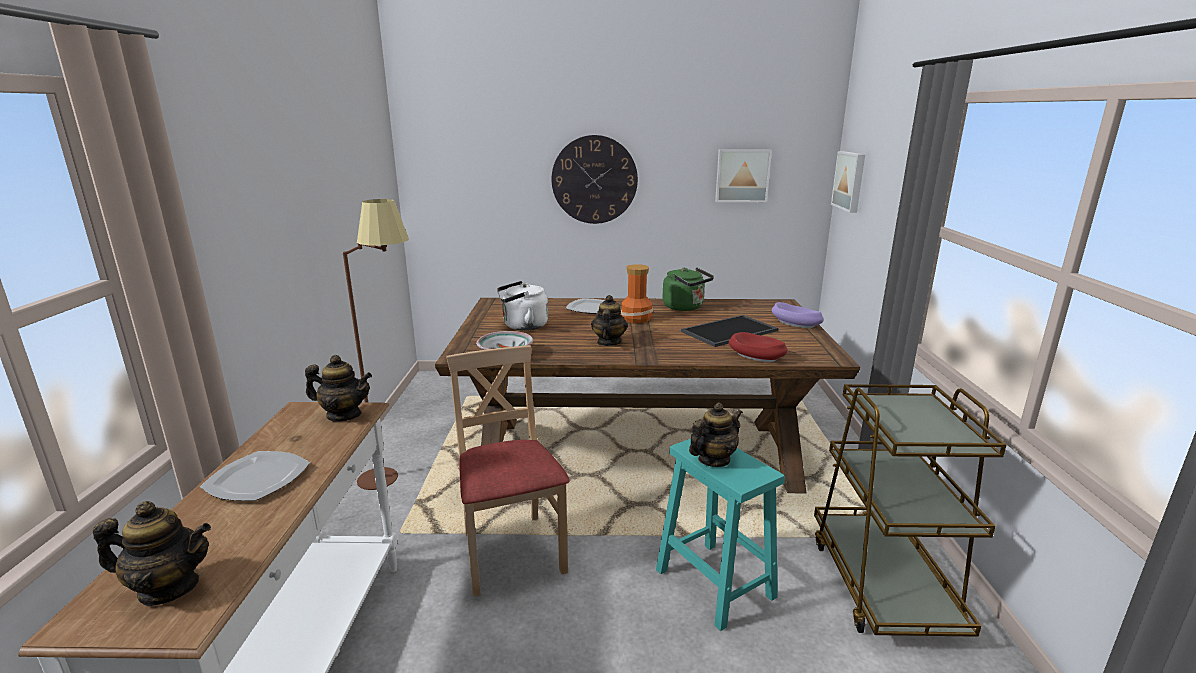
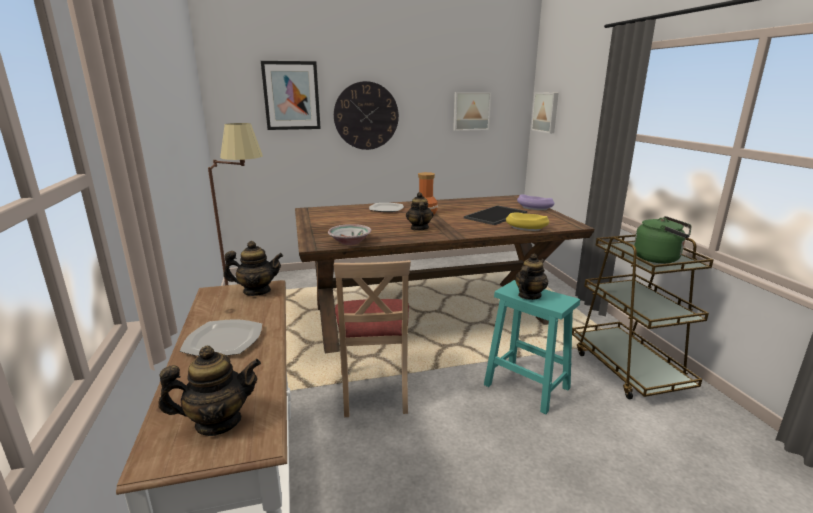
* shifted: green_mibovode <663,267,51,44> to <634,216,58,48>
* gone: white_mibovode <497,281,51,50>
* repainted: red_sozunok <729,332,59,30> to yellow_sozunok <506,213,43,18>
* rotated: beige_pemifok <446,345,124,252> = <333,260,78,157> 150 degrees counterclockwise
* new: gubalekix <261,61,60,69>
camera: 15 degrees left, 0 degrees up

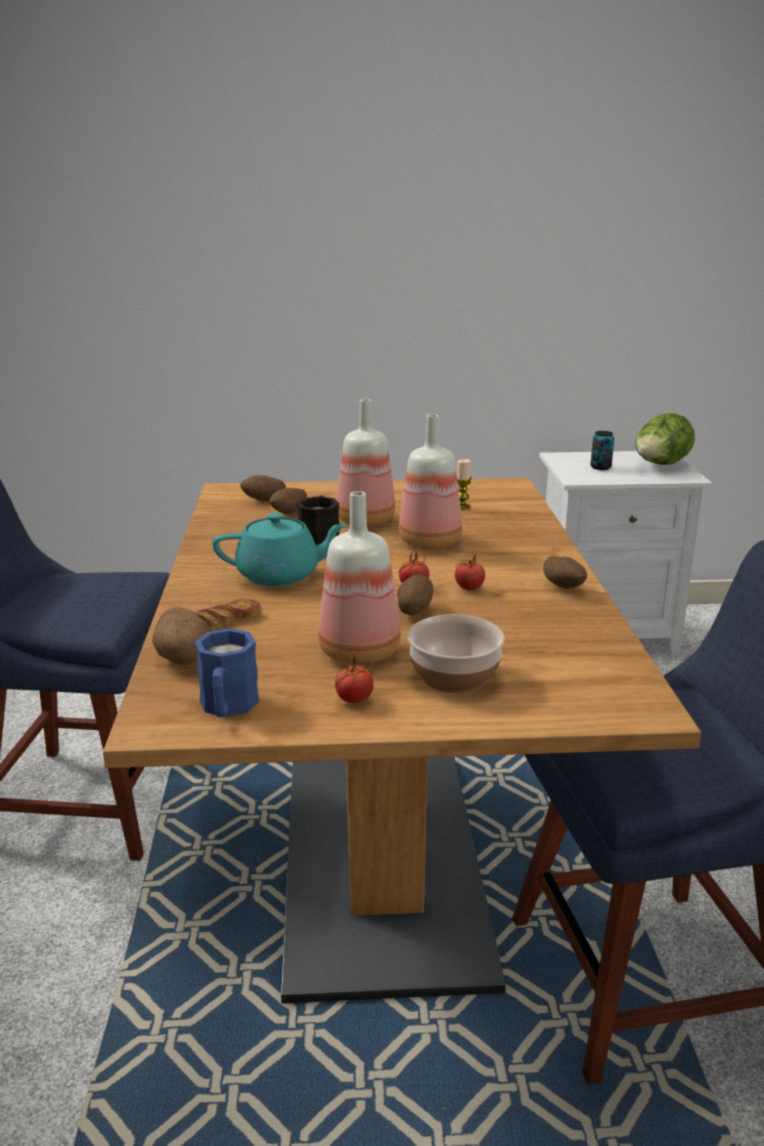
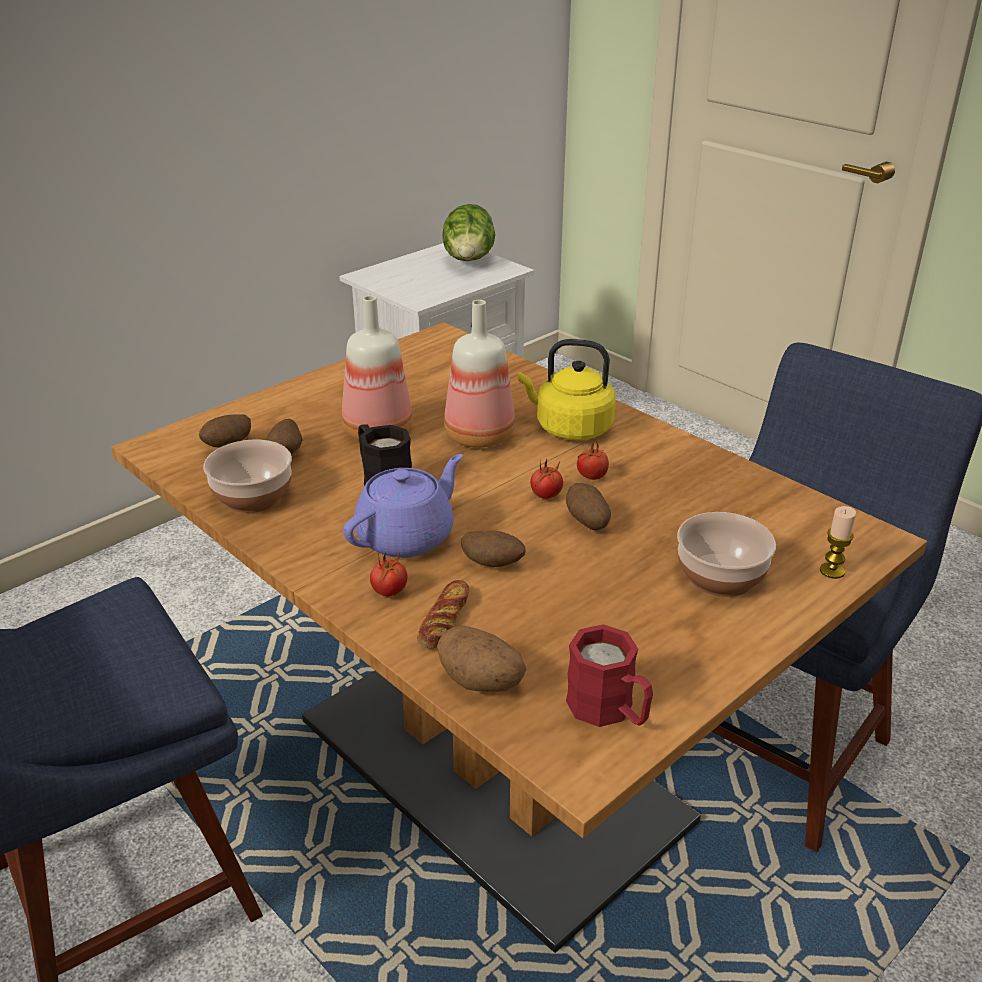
* gone: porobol <590,431,24,39>
* shifted: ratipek <457,459,15,51> to <820,506,36,73>
* gone: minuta <318,491,83,174>
* repainted: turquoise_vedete <212,513,136,73> to purple_vedete <343,454,120,104>
* shifted: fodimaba <543,556,44,33> to <461,530,65,37>
* repainted: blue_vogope <195,628,64,90> to red_vogope <566,624,87,103>
* shifted: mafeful <335,655,38,48> to <370,552,38,44>
* new: yellow_mibovode <518,339,98,102>
* new: sozunok <203,439,89,74>
camera: 40 degrees left, 10 degrees up

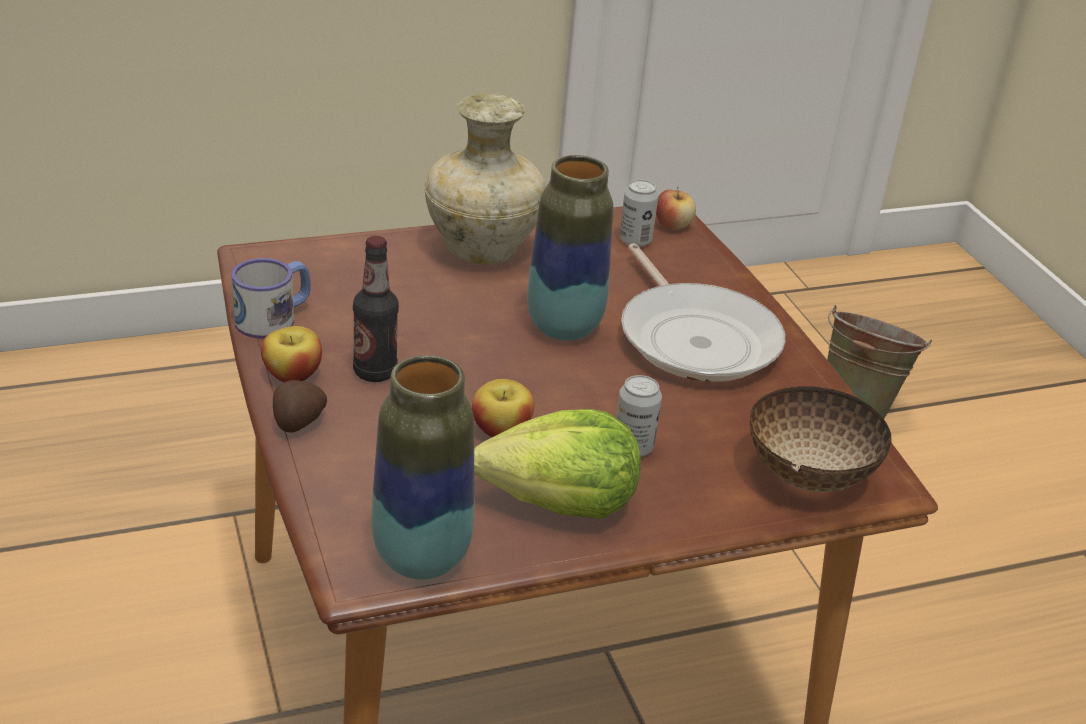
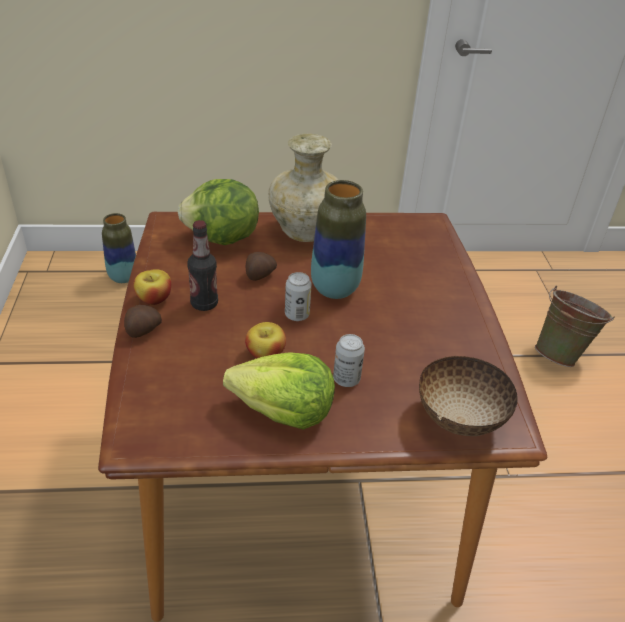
* shifted: porobol <619,180,40,67> to <285,272,27,49>
* gone: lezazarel <656,187,40,43>
* gone: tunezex <621,244,164,138>
* gone: vogope <231,258,80,81>
* shifted: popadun <371,355,104,224> to <102,213,34,70>
* new: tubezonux <177,179,82,66>
* new: fodimaba <246,252,31,29>
camera: 15 degrees right, 5 degrees up

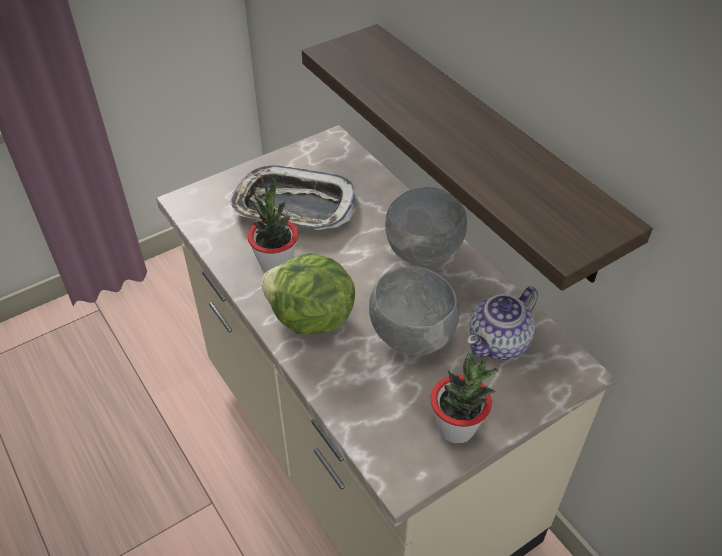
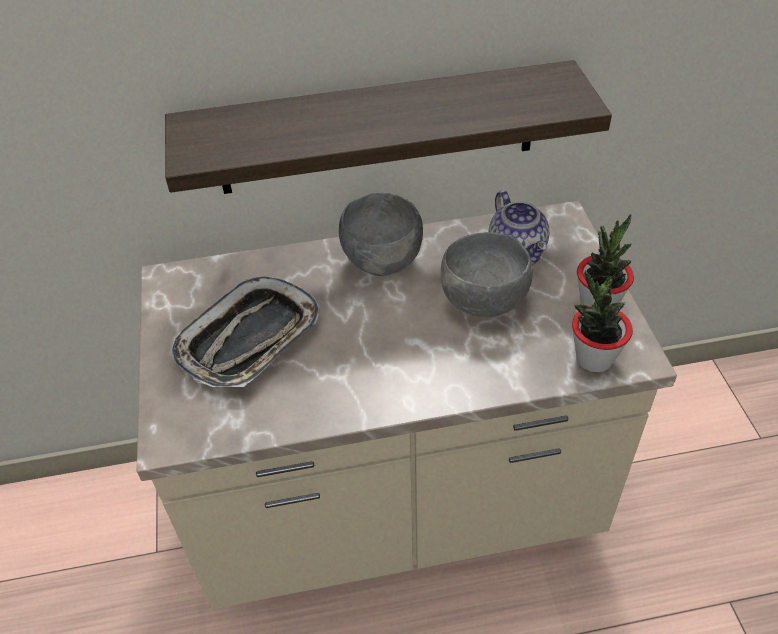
* shifted: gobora <248,177,50,96> to <572,270,61,102>
* gone: tubezonux <261,254,94,80>
camera: 65 degrees left, 0 degrees up

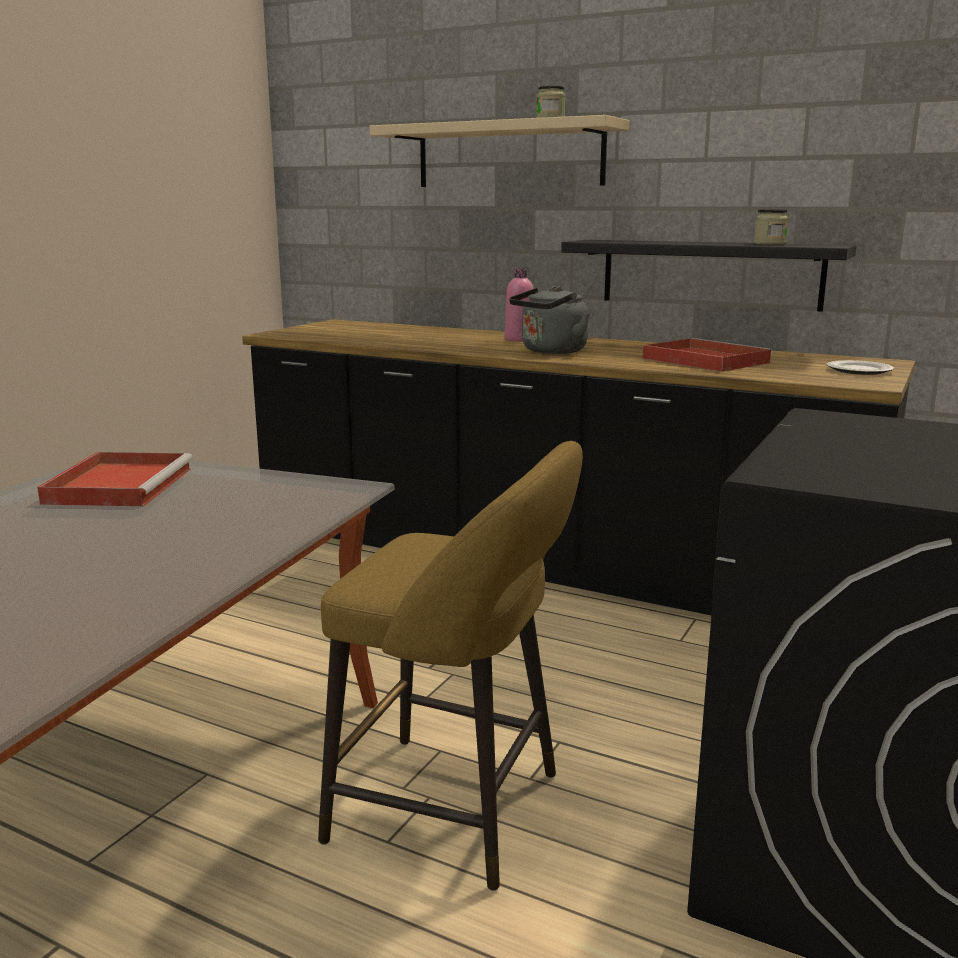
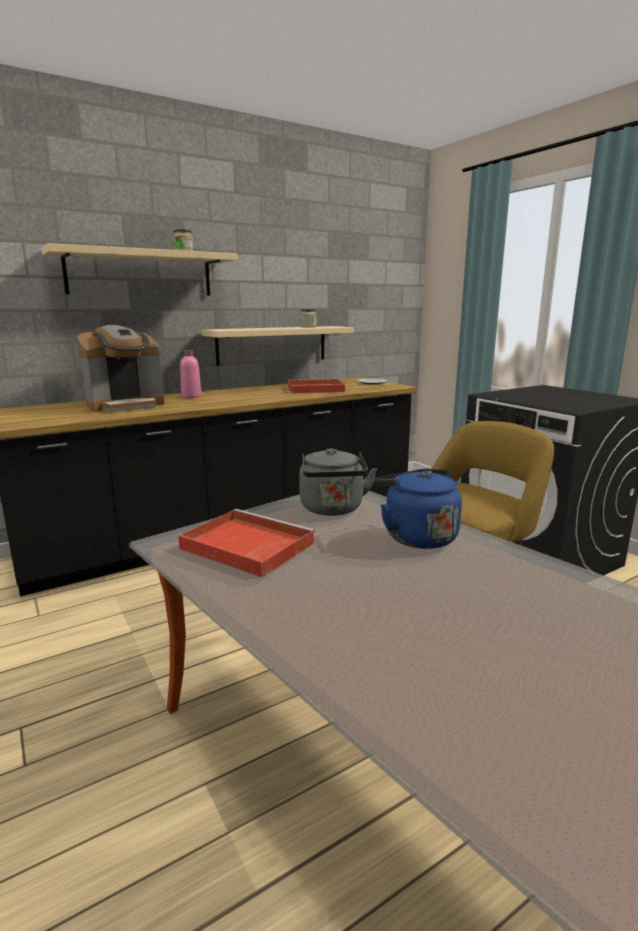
* repainted: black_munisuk <561,240,296,72> to beige_munisuk <202,326,152,40>
* shifted: grey_mibovode <509,286,81,68> to <299,448,78,68>
* new: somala <77,325,87,87>
* new: blue_mibovode <374,469,88,80>
camera: 60 degrees left, 0 degrees up

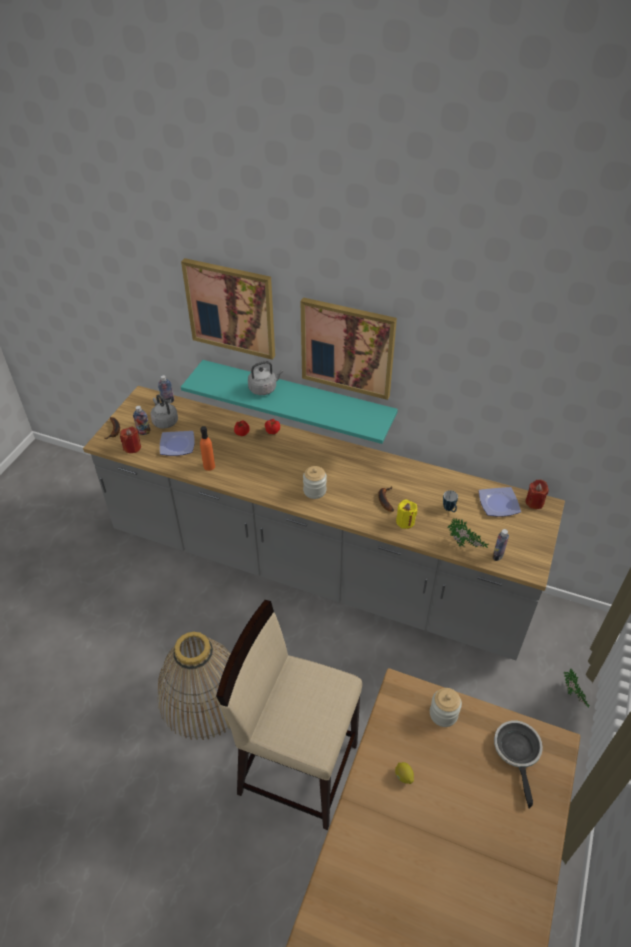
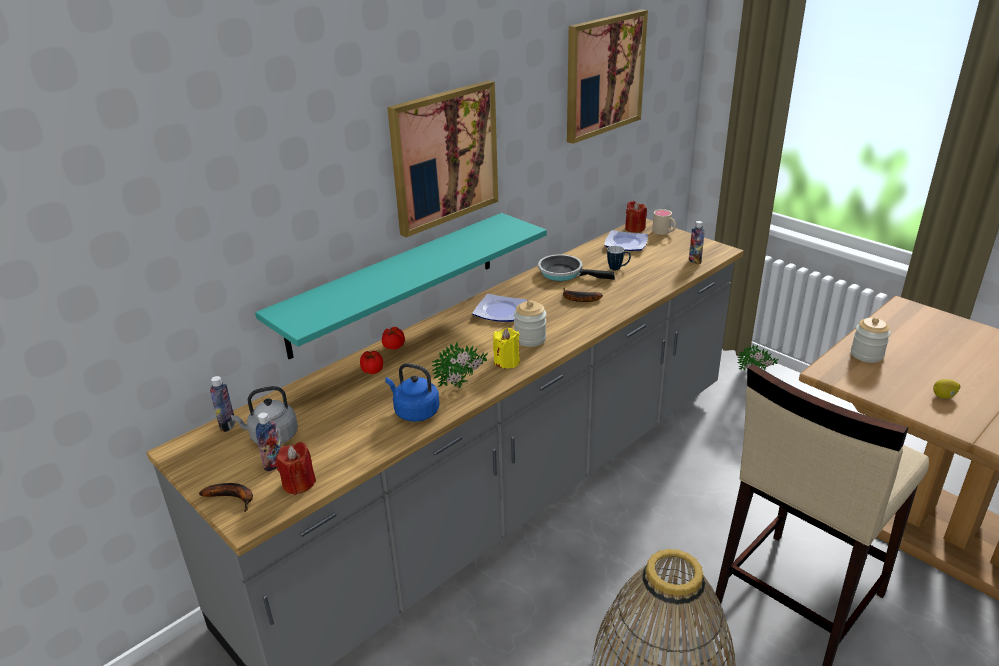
* shifted: gubalekix <181,258,94,102> to <567,9,81,135>
* gone: grey_mibovode <248,361,36,34>
* swapped: orange_minuta <200,426,15,45> to blue_mibovode <385,363,54,59>
* shifted: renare <160,431,35,25> to <472,294,55,28>
* shifted: yellow_ratipek <396,500,22,29> to <493,328,27,40>
* shifted: gobora <447,518,41,30> to <432,342,56,46>
* shifted: tunezex <494,721,49,87> to <538,254,77,27>
* new: beige_vogope <652,209,24,26>
camera: 65 degrees left, 15 degrees down

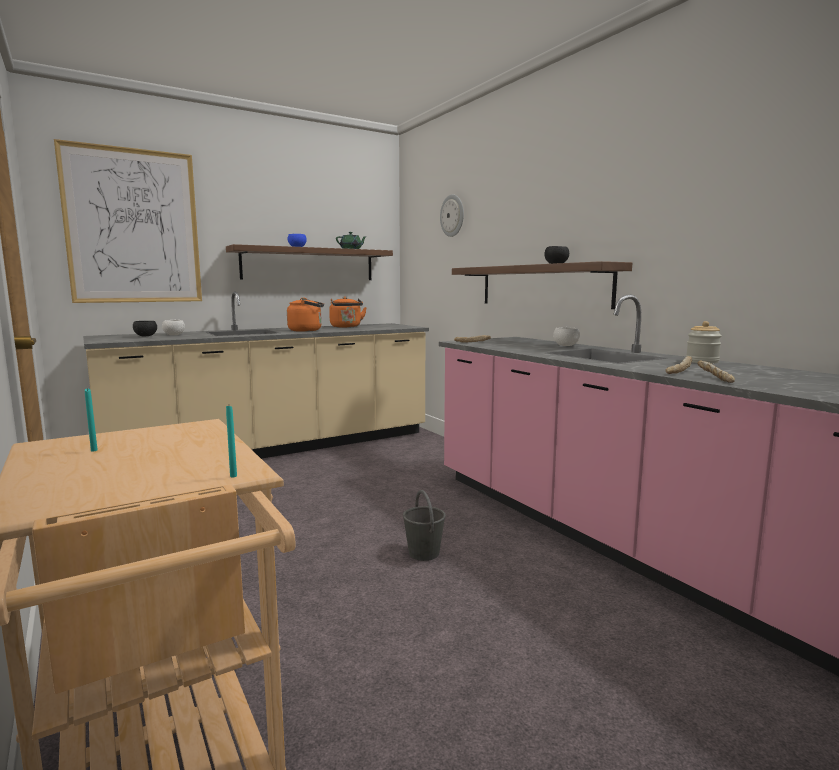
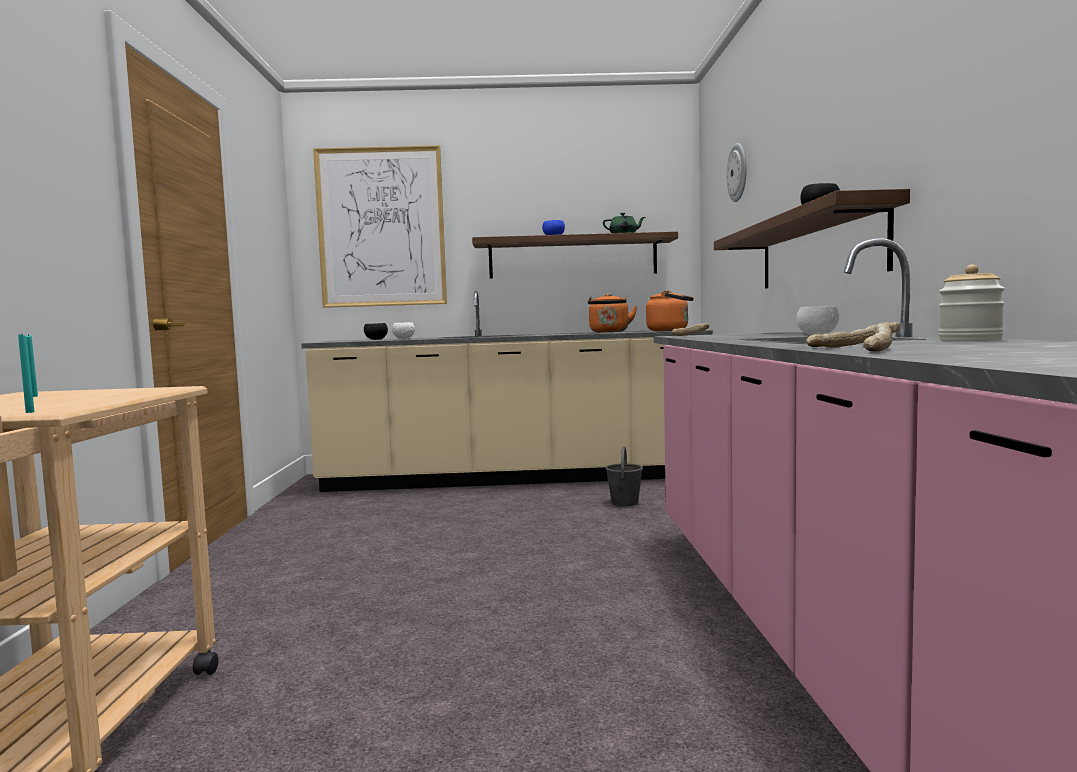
* shifted: orange_mibovode <287,297,37,35> to <646,290,48,41>
* shifted: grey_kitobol <403,490,43,71> to <606,446,37,60>
camera: 30 degrees right, 5 degrees down

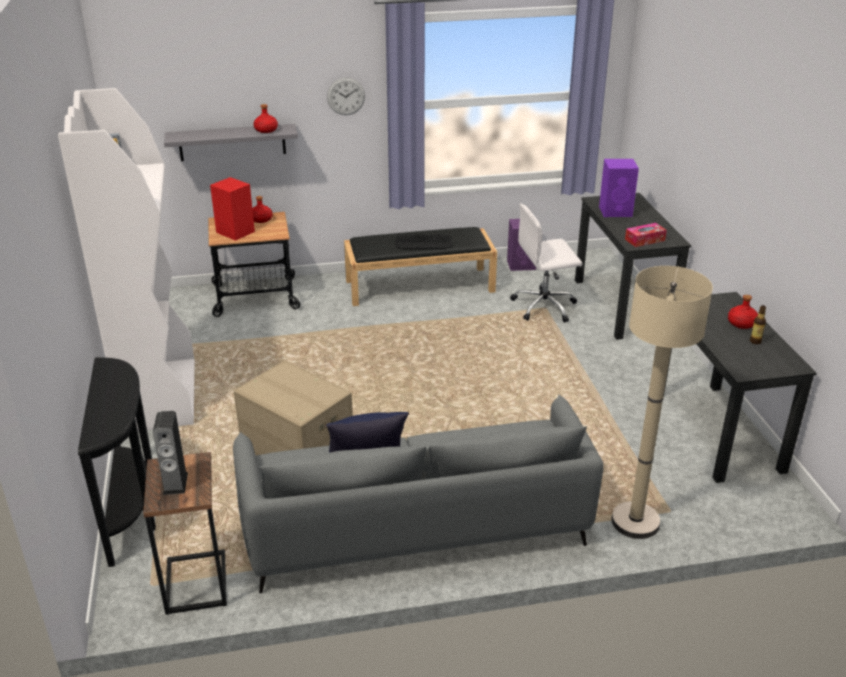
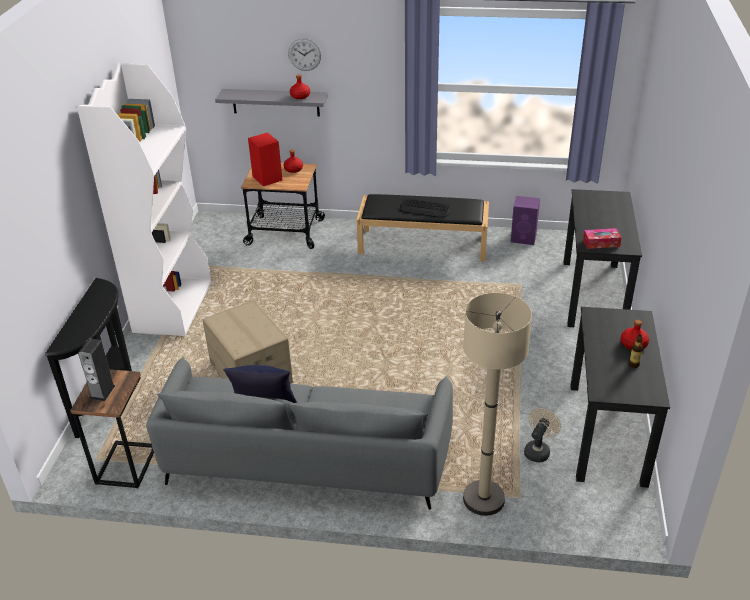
* shifted: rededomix <327,78,38,37> to <288,38,33,33>
* gone: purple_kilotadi <599,159,40,58>
* gone: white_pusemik <511,204,71,119>
* new: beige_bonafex <524,408,37,54>
camera: 20 degrees right, 5 degrees up

